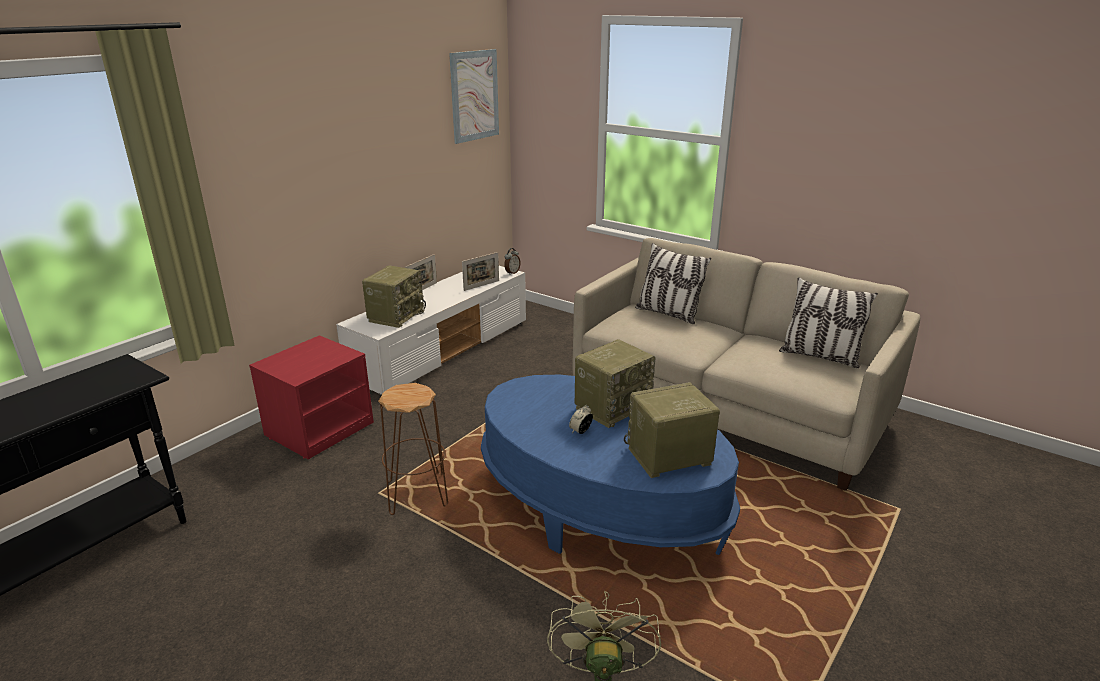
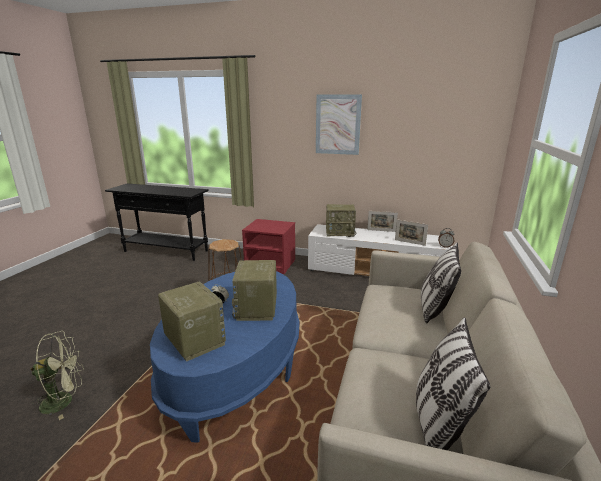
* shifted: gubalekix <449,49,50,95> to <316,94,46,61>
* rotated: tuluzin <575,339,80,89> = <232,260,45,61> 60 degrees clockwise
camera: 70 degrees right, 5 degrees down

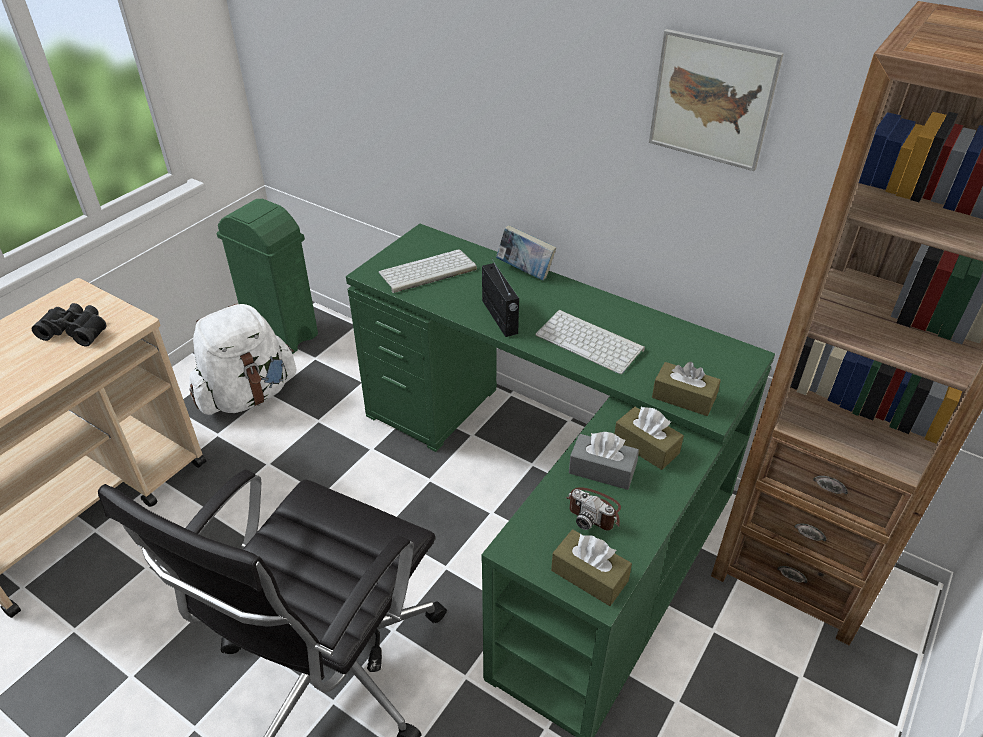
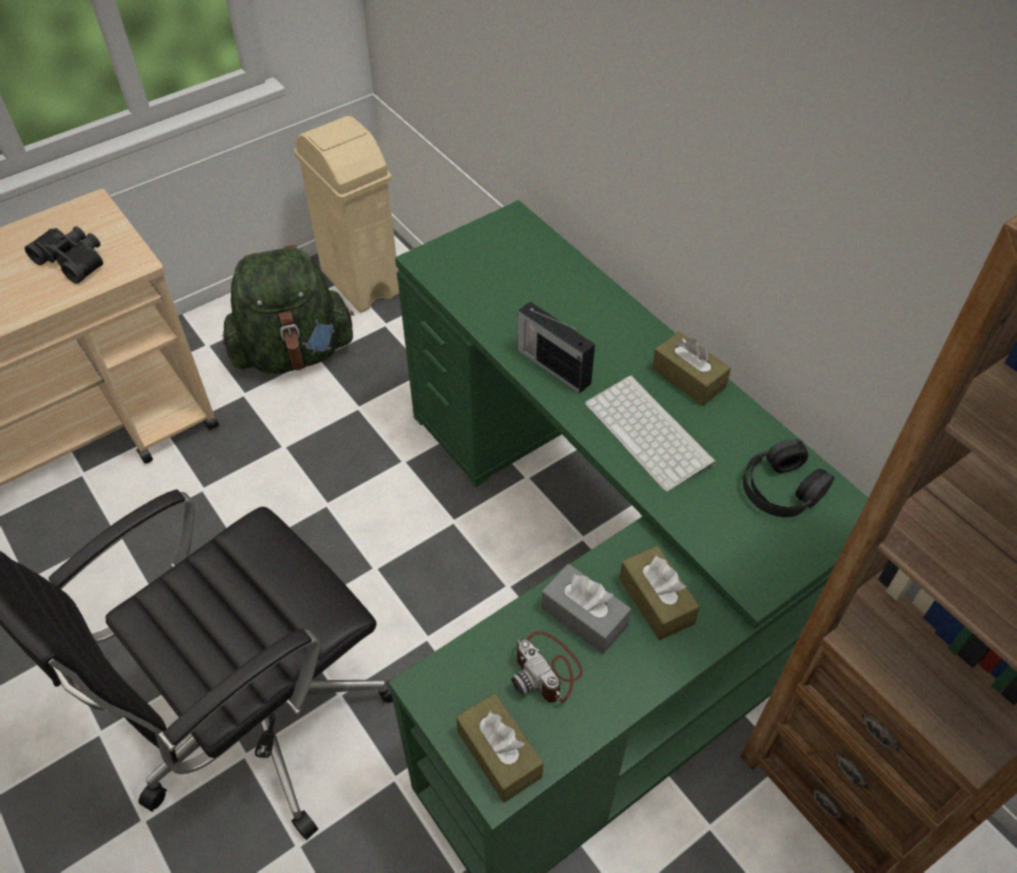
* gone: gubalekix <649,29,135,142>
* repainted: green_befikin <217,199,101,155> to beige_befikin <294,116,105,196>
* gone: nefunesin <496,225,60,55>
* gone: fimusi <378,249,99,44>
* rotated: tuluzin <482,259,37,78> = <517,302,78,92> 135 degrees clockwise
* repainted: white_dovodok <189,304,108,111> to green_dovodok <222,244,132,130>
* shifted: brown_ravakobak <652,362,69,54> to <652,332,79,74>
* new: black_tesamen <743,439,91,78>
camera: 20 degrees right, 10 degrees up

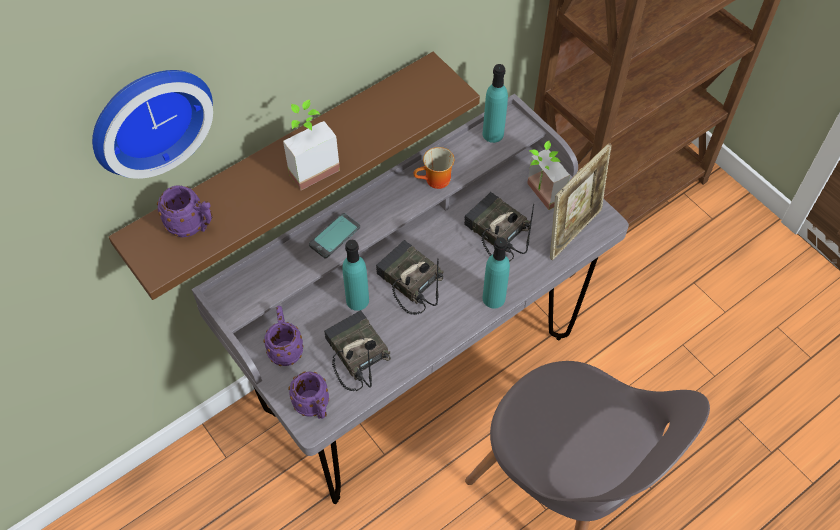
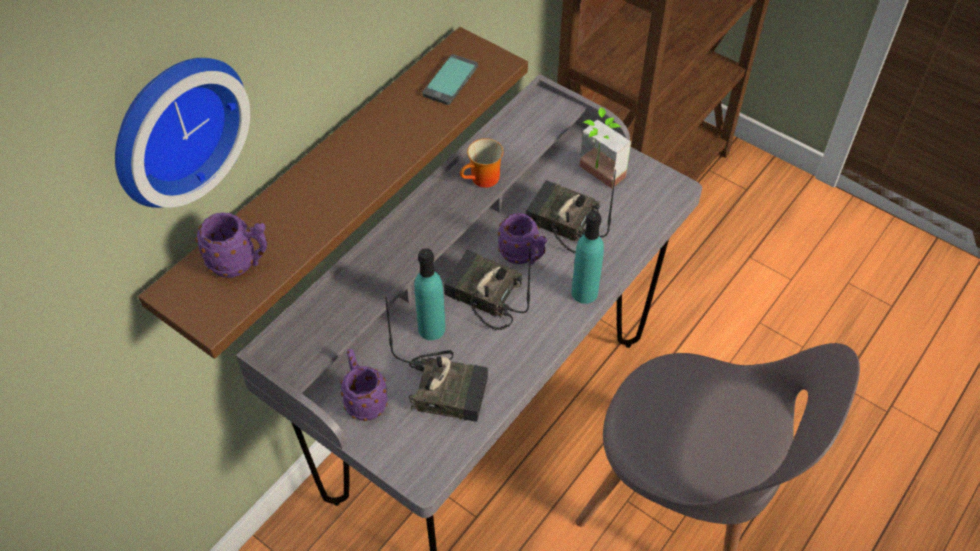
* gone: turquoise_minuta <482,64,26,79>
* gone: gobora <283,100,57,90>
* gone: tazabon <550,143,61,117>
* shifted: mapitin <309,213,51,46> to <422,54,56,51>
* rotated: tuluzin <324,310,67,81> = <386,297,102,125> 150 degrees clockwise
* shifted: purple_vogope <288,372,41,47> to <498,213,49,51>
camera: 15 degrees left, 5 degrees down

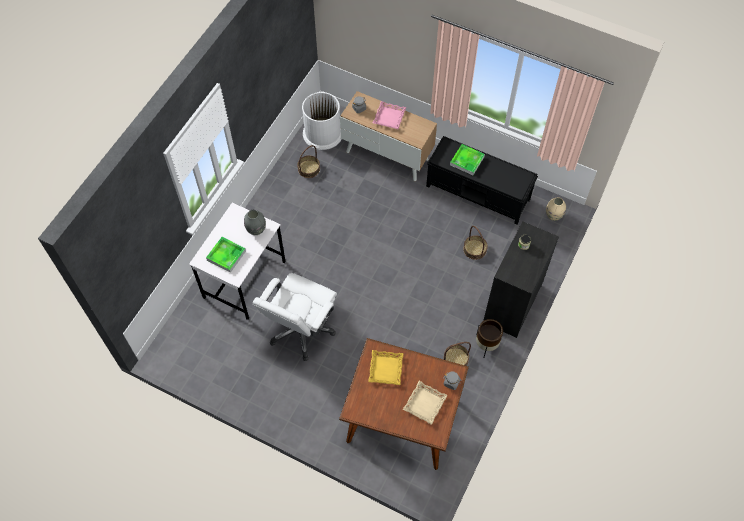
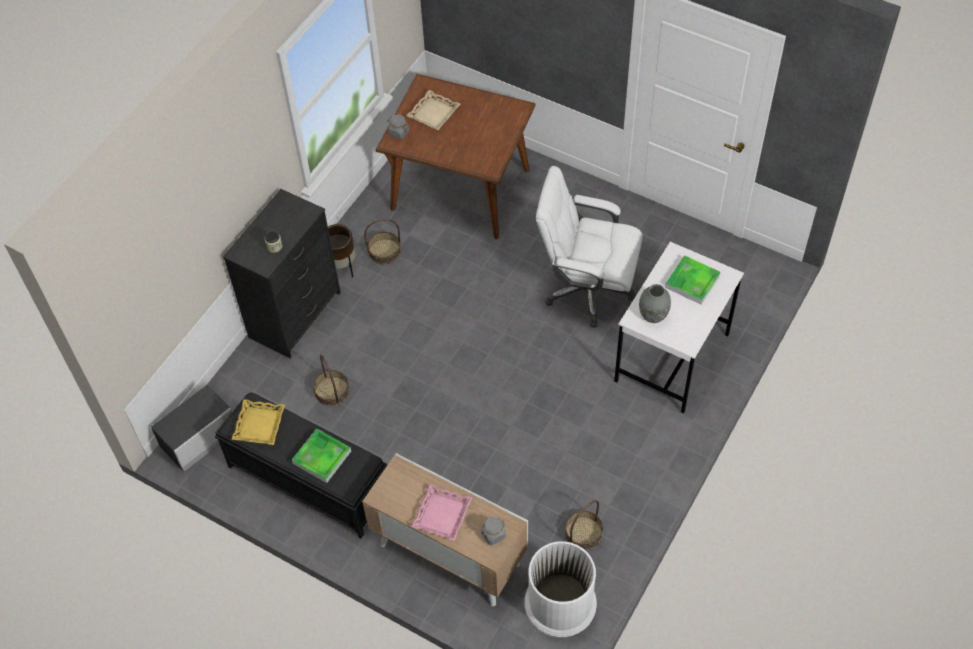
* swapped: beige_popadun <546,197,20,24> to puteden <151,385,81,87>
* rotated: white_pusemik <253,273,84,88> = <536,166,107,162> 105 degrees counterclockwise
* shifted: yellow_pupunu <368,350,36,35> to <231,399,54,46>
camera: 175 degrees left, 5 degrees down

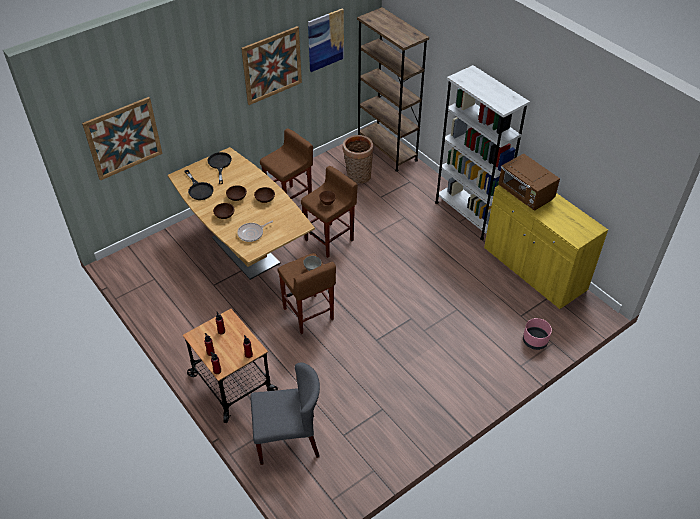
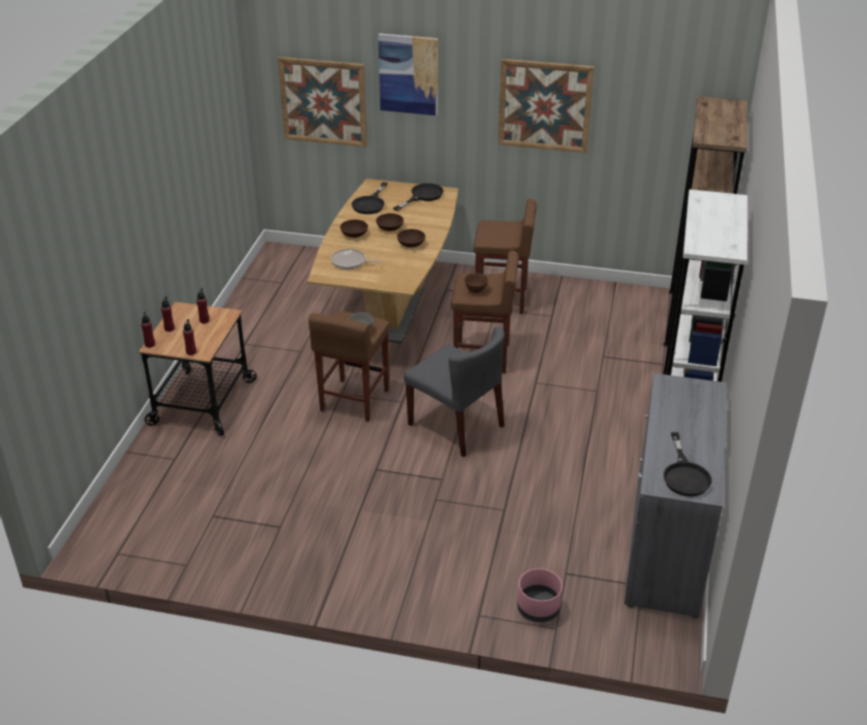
* shifted: gubalekix <308,8,36,64> to <378,33,60,83>
* gone: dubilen <343,135,31,49>
* gone: brown_puteden <498,153,62,58>
* repainted: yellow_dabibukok <484,185,124,124> to grey_dabibukok <624,373,102,245>
* shifted: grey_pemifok <250,363,70,102> to <404,326,100,131>
* new: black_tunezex <664,432,48,64>
camera: 50 degrees right, 10 degrees down

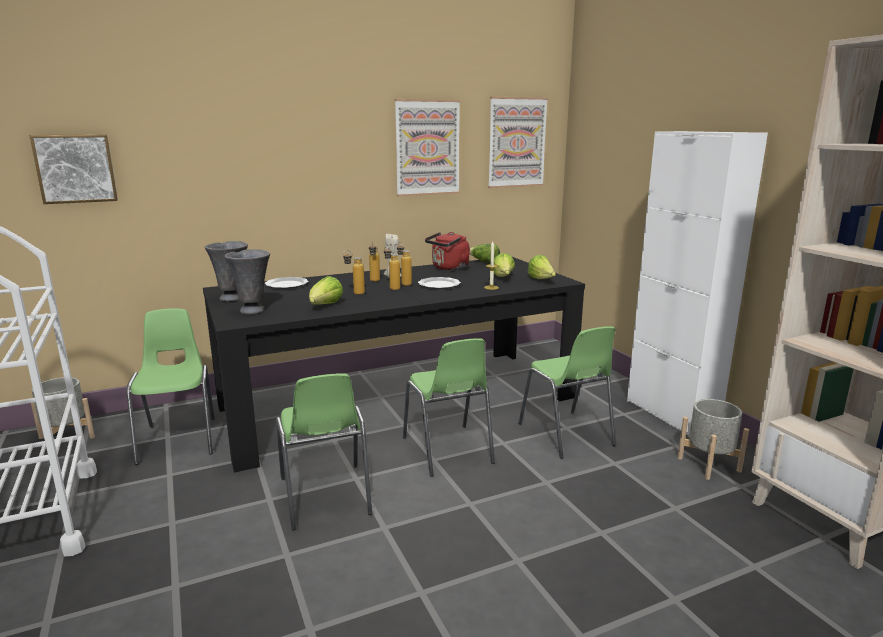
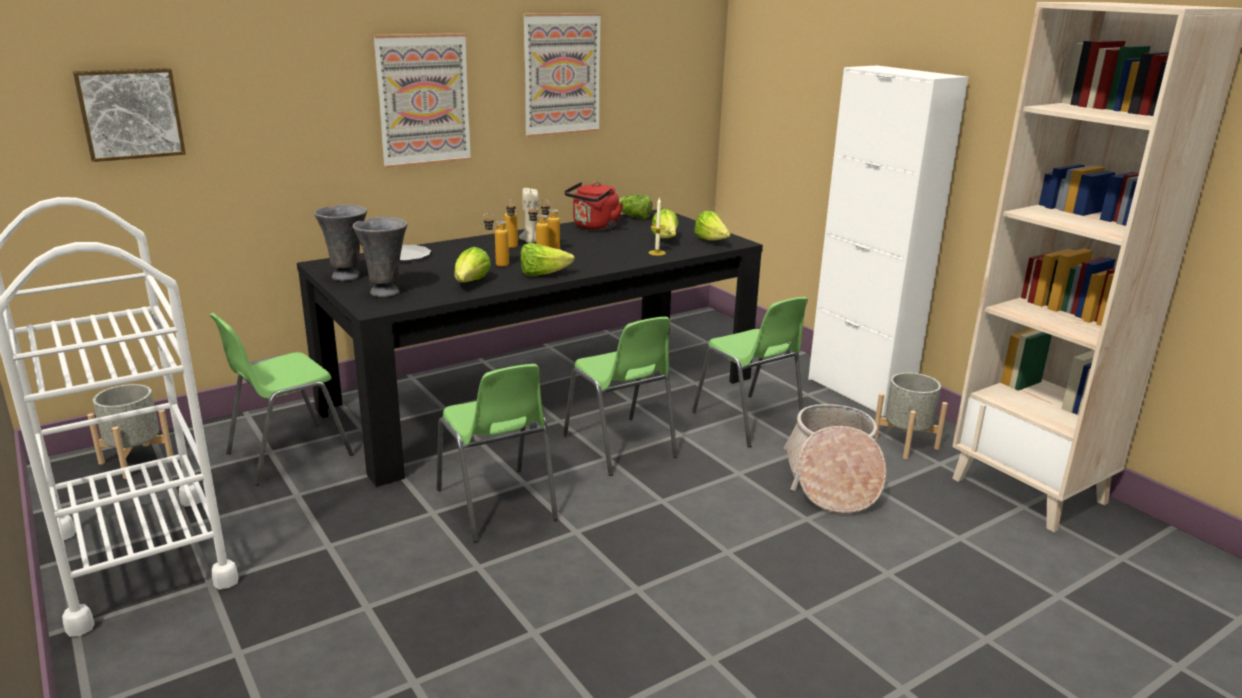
* shifted: gubalekix <488,97,60,91> to <373,33,98,135>
* gone: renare <418,277,43,12>
* rotated: green_pemifok <126,308,89,157> = <210,313,143,172> 105 degrees counterclockwise
* new: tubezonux <520,243,55,33>
* new: dubilen <784,404,102,109>
camera: 10 degrees left, 5 degrees up

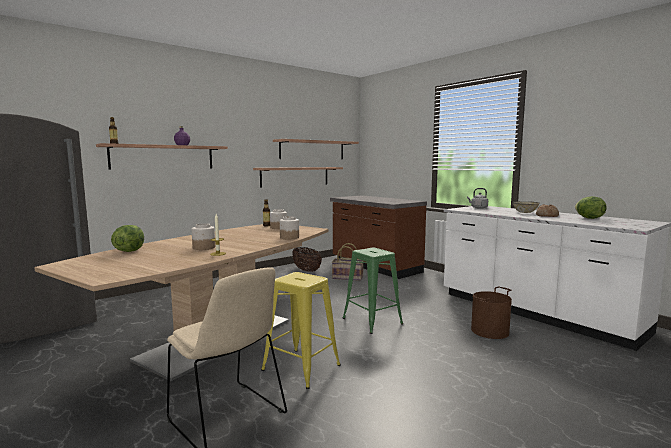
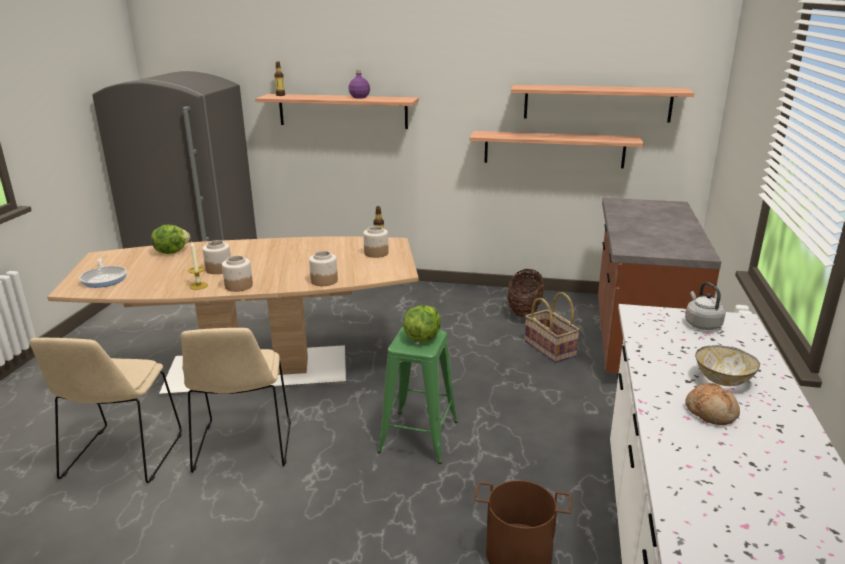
* shifted: tubezonux <575,196,32,23> to <403,305,38,37>
* swapped: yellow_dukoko <261,272,80,117> to beige_pemifok <181,328,110,145>
* new: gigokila <222,255,31,37>
* new: tunezex <79,258,48,30>
camera: 50 degrees right, 15 degrees up

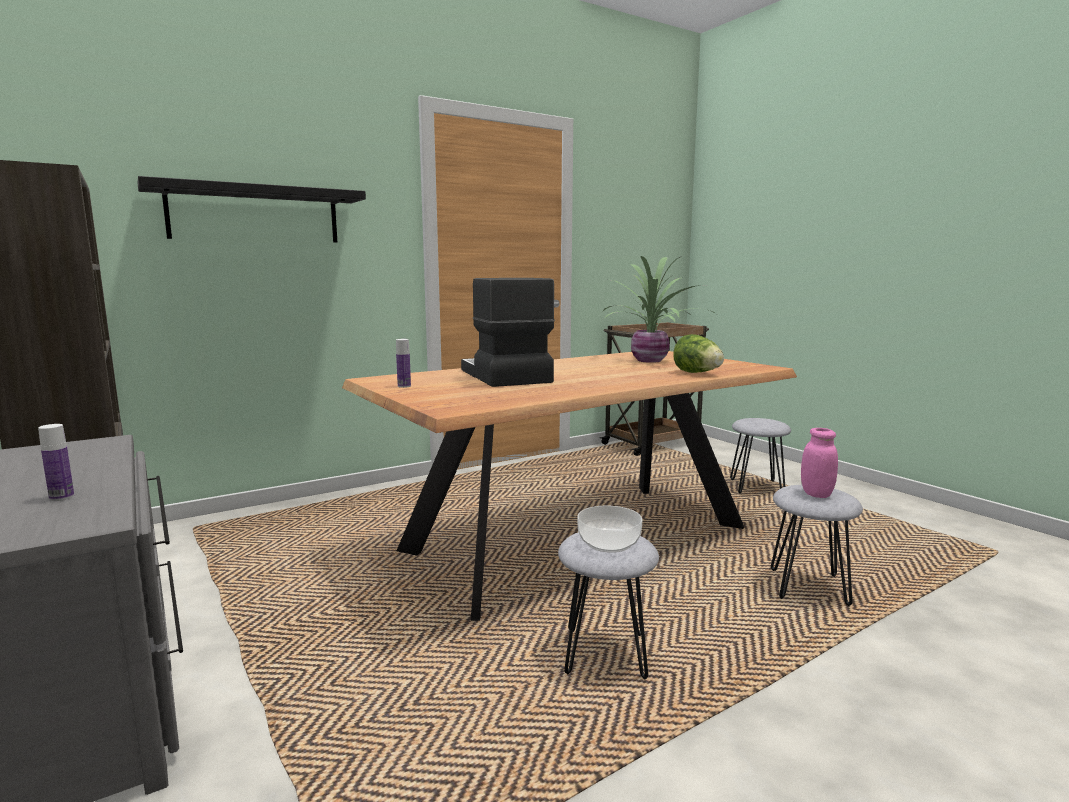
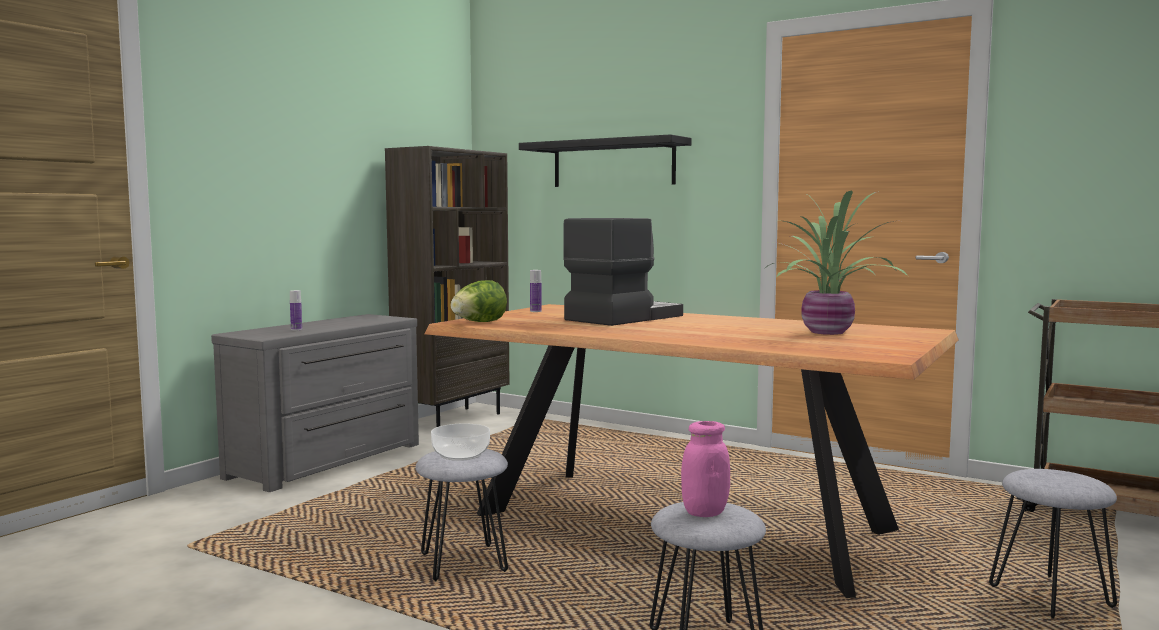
* shifted: tubezonux <673,334,51,39> to <450,280,57,42>
camera: 65 degrees right, 5 degrees down

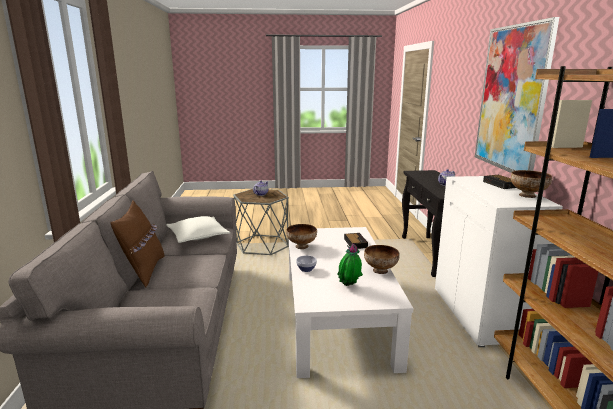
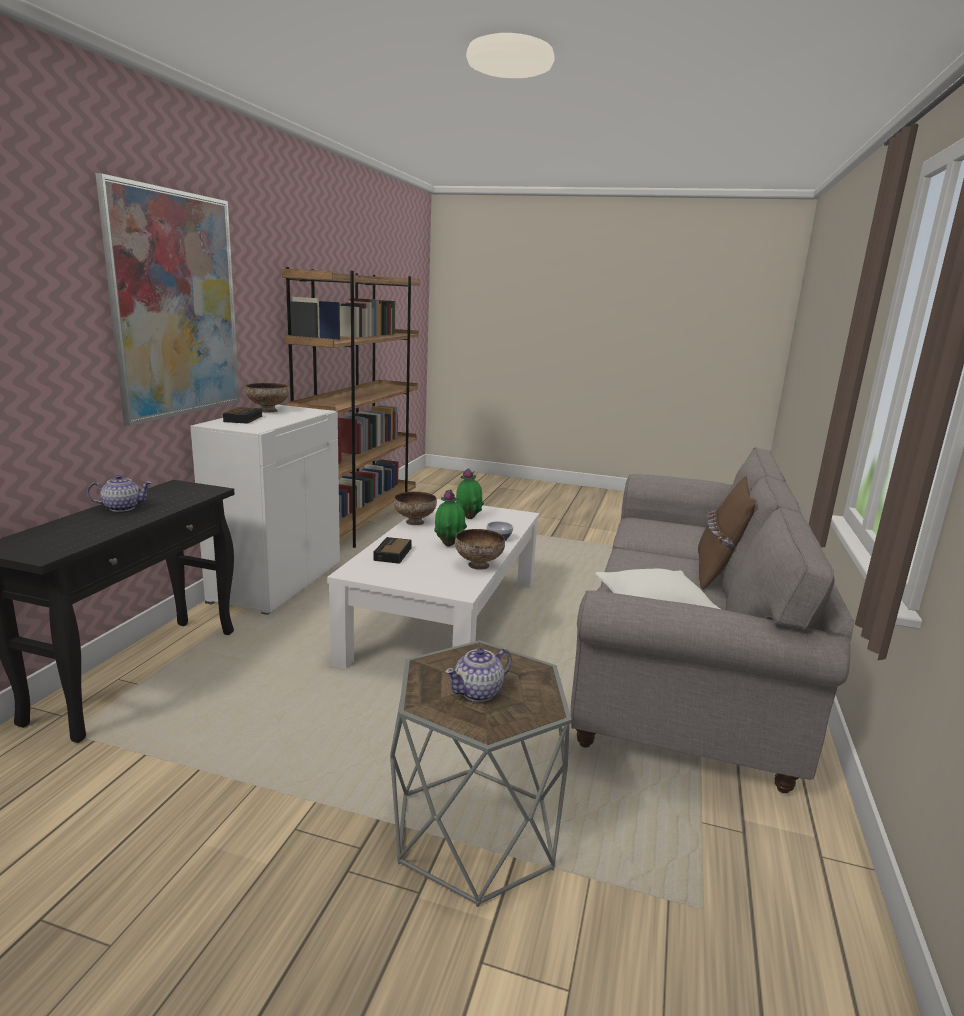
* new: gobora <434,490,33,57>
camera: 160 degrees left, 0 degrees up

